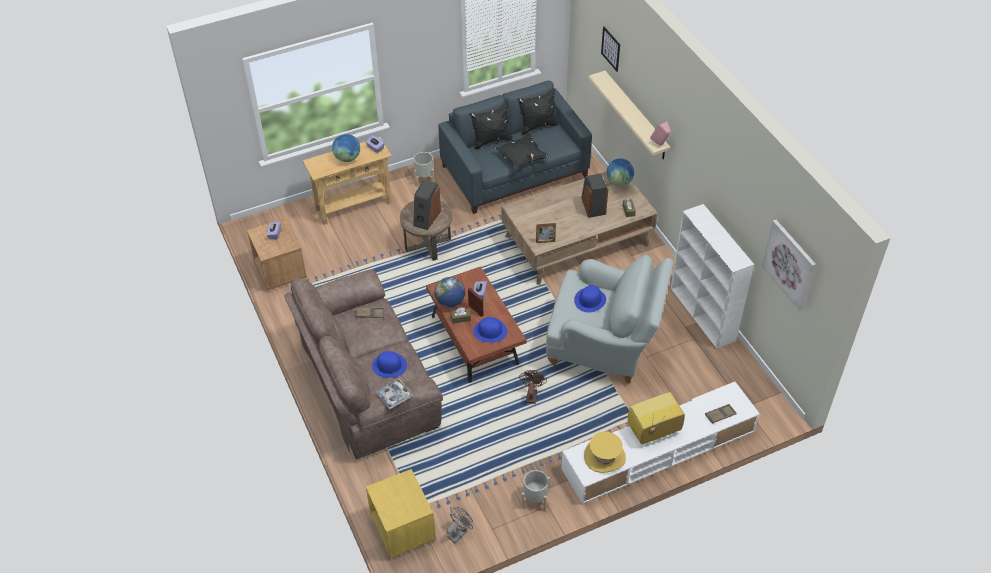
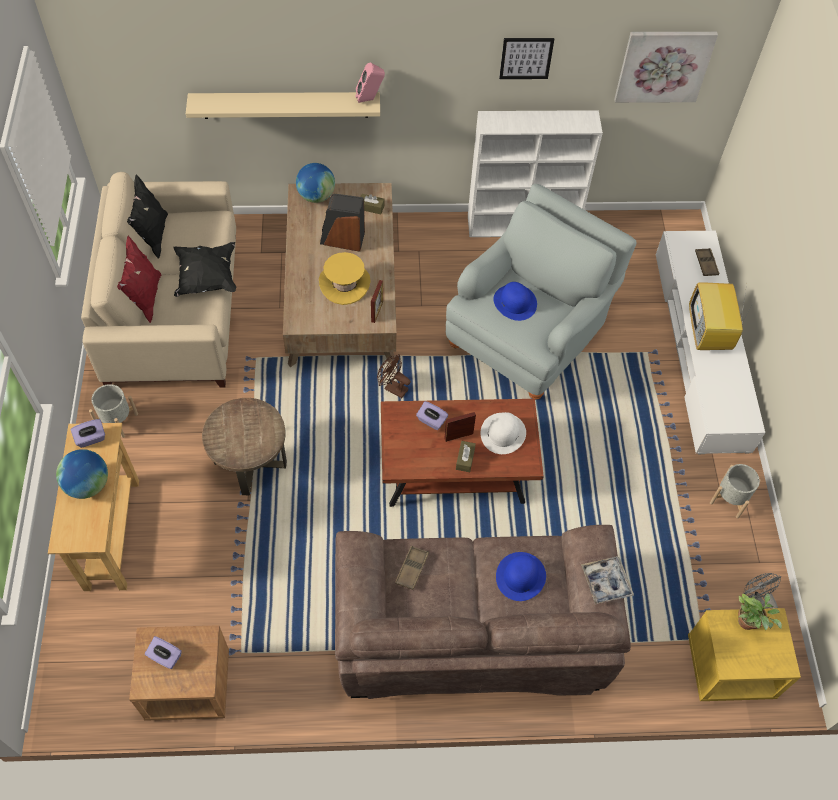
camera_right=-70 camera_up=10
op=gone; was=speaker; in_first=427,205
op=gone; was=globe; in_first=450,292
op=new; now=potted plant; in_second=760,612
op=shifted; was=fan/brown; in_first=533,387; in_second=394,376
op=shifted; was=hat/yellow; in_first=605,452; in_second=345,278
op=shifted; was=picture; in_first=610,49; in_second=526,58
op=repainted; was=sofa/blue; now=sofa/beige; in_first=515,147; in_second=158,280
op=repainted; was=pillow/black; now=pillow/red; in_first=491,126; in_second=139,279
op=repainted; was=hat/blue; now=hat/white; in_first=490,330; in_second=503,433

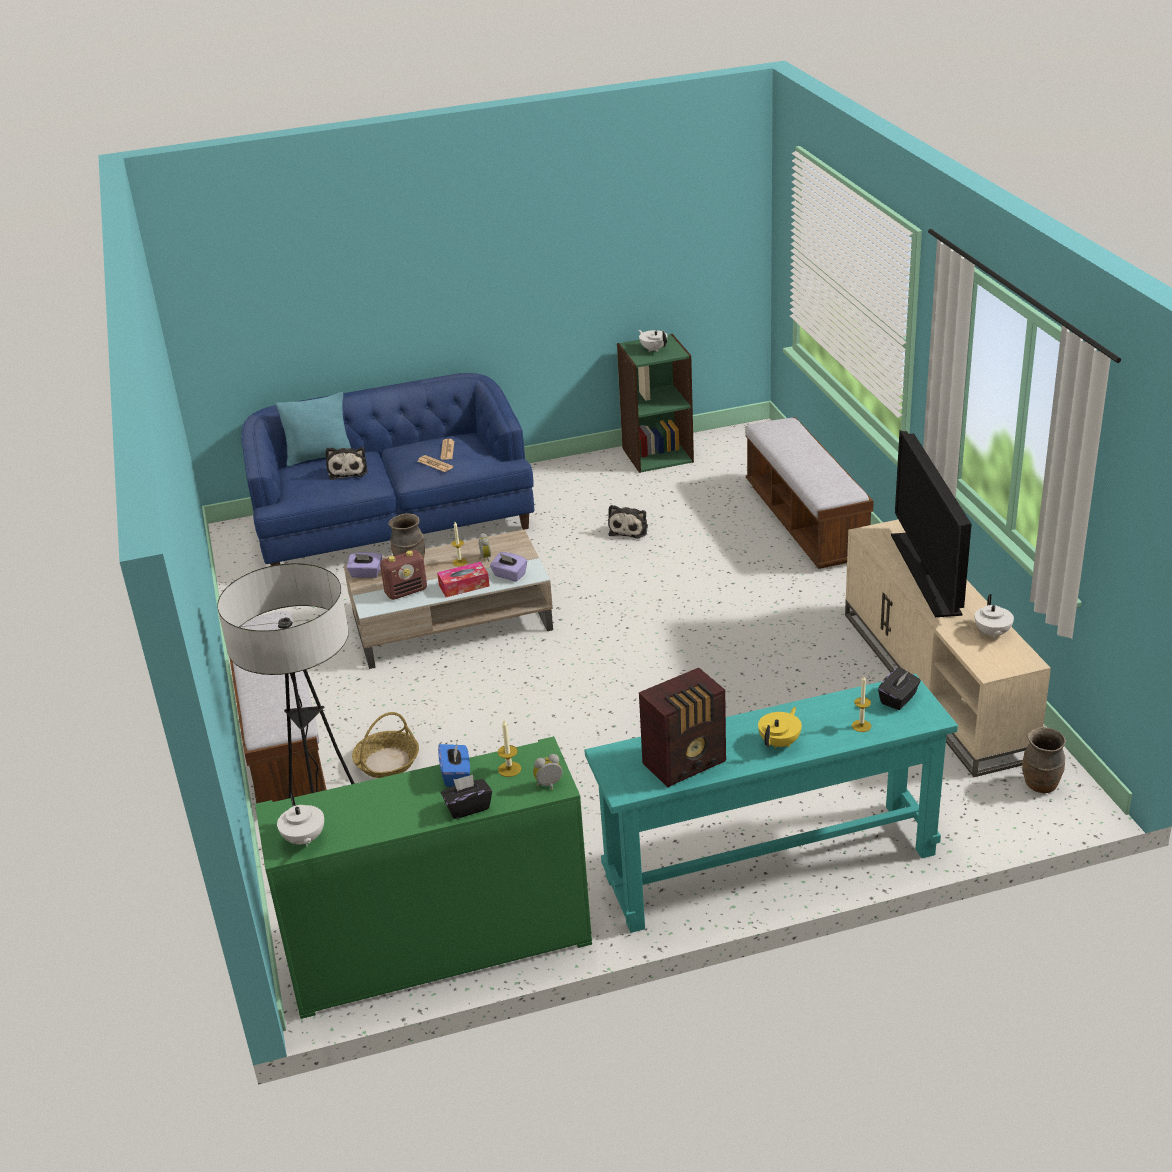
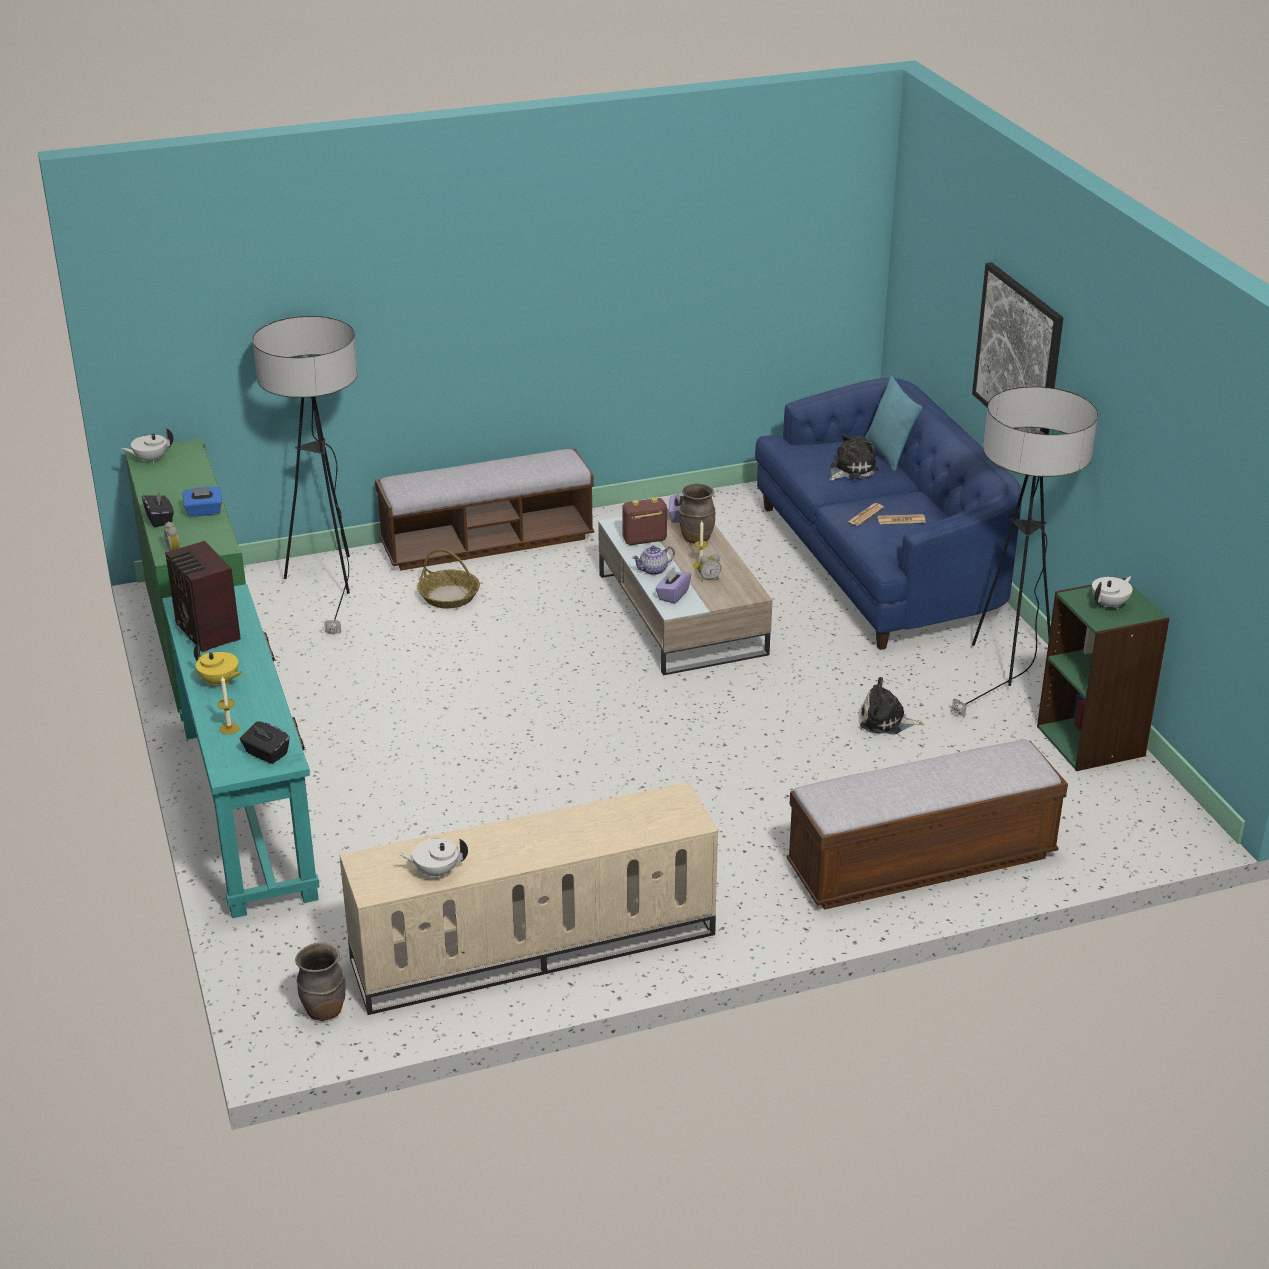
camera_right=85 camera_up=0
op=gone; was=candle; in_first=509,748
op=gone; was=television; in_first=931,523
op=new; now=floor lamp; in_second=1024,552
op=new; now=picture; in_second=1017,348
op=swapped; was=tissue box; now=teapot; in_first=463,579; in_second=653,560
op=rotated; was=plush toy; in_first=346,463; in_second=854,457; clockwise=150
op=rotated; was=radio; in_first=403,575; in_second=644,521; clockwise=105

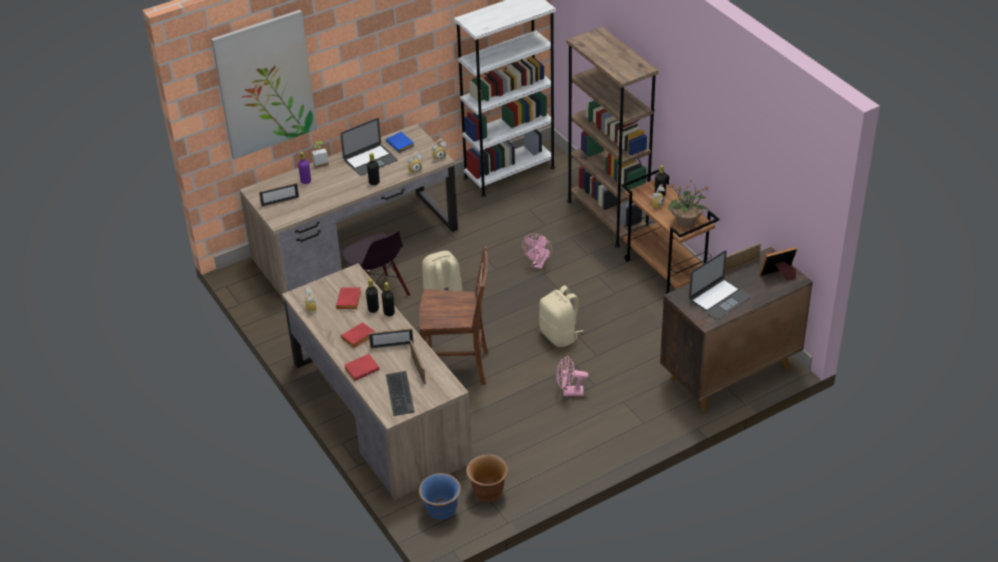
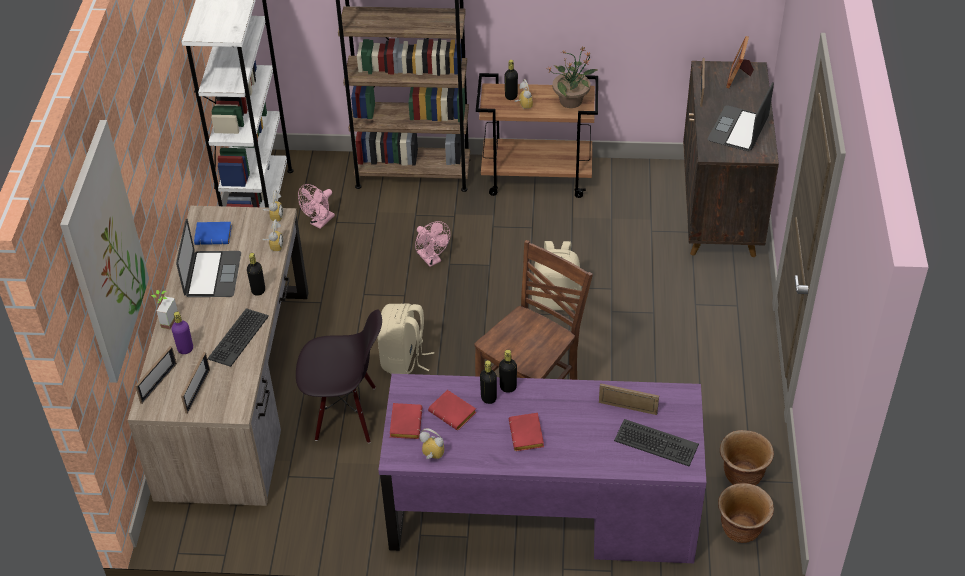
camera_right=-55 camera_up=5
op=new; now=keyboard; in_second=238,337
op=shifted; was=book/red; in_first=362,367; in_second=406,421
op=shifted; was=picture frame; in_first=391,338; in_second=156,375
op=shifted; was=fan/pink; in_first=572,375; in_second=316,206
op=repainted; was=desk/brown; now=desk/purple; in_first=377,382; in_second=542,468
op=repainted; was=planter/blue; now=planter/brown; in_first=440,496; in_second=746,513
op=rotated; was=laptop; in_first=720,284; in_second=741,116; clockwise=-150

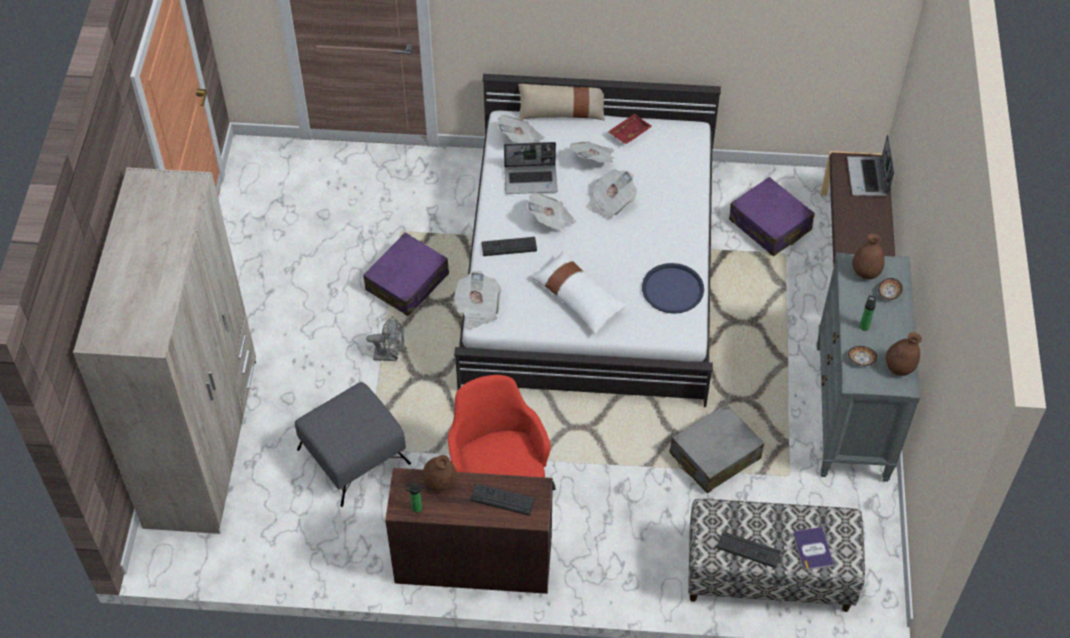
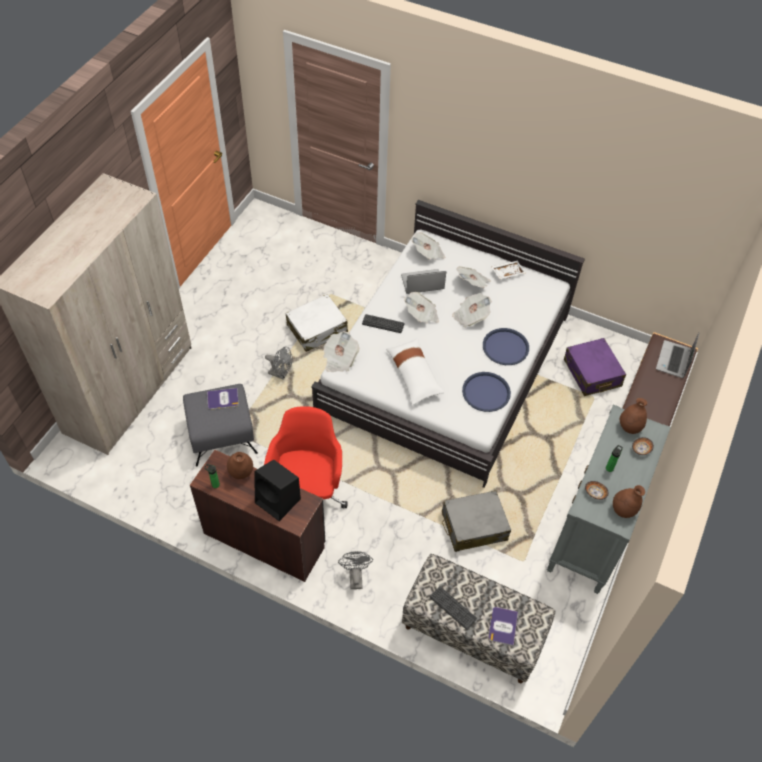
camera_right=20 camera_up=0
op=gone; was=pillow/beige; in_first=561,102
op=new; now=book; in_second=223,399
op=new; now=fan/grey; in_second=355,570
op=new; now=tray/blue; in_second=506,346
op=swapped; was=keyboard; now=speaker/black; in_first=503,499; in_second=278,490
op=repainted; was=suitcase/purple; now=suitcase/white; in_first=406,274; in_second=317,323
op=repainted; was=tray/red; now=tray/white; in_first=630,129; in_second=508,270
op=rotated; was=laptop; in_first=531,168; in_second=423,281; clockwise=150

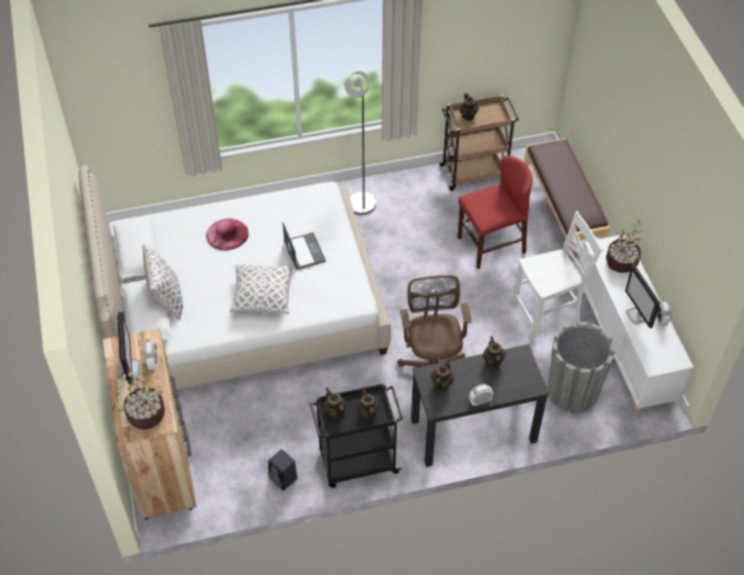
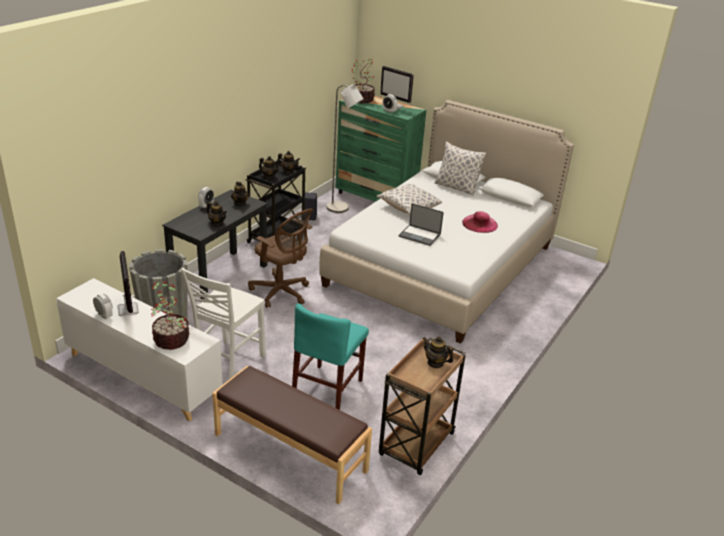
camera_right=135 camera_up=-20
op=shifted; was=floor lamp/grey; in_first=360,143; in_second=345,148
op=repainted; was=dresser/brown; now=dresser/green; in_first=149,423; in_second=380,149
op=repainted; was=chair/red; now=chair/turquoise; in_first=495,212; in_second=330,356
op=rotated; was=monitor; in_first=642,296; in_second=128,283; clockwise=45

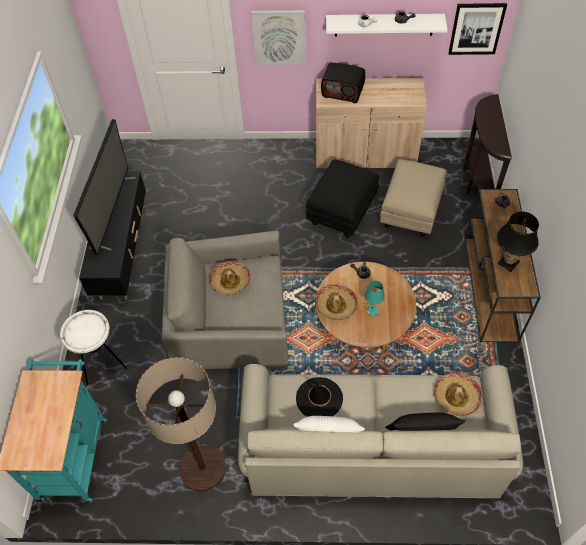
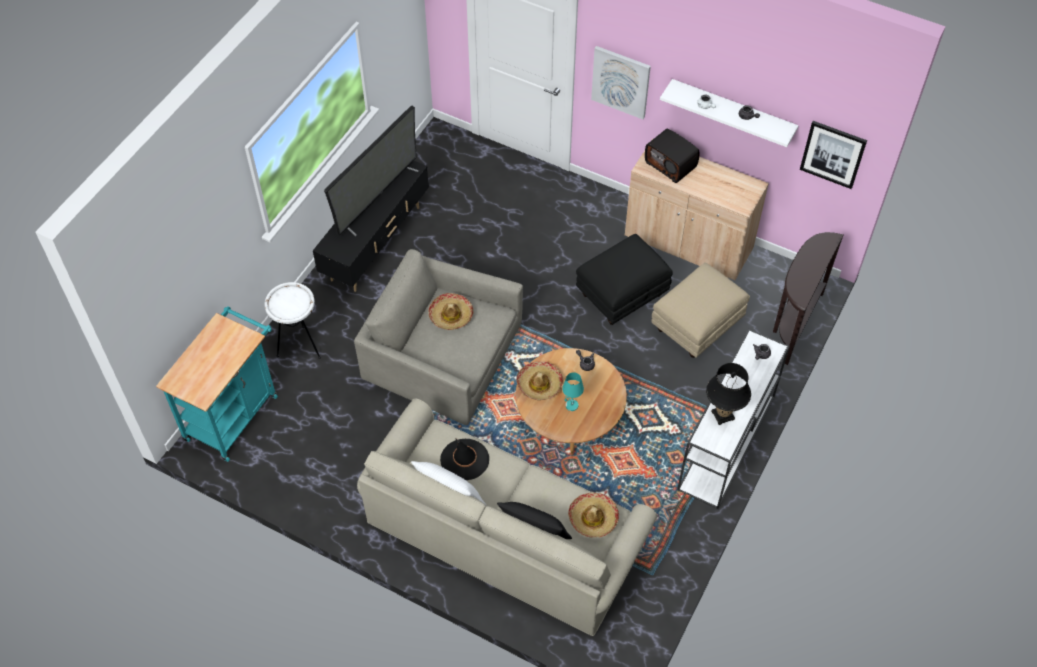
camera_right=25 camera_up=0
op=gone; was=floor lamp; in_first=181,424
op=repainted; was=console table/brown; now=console table/white; in_first=503,266; in_second=733,419

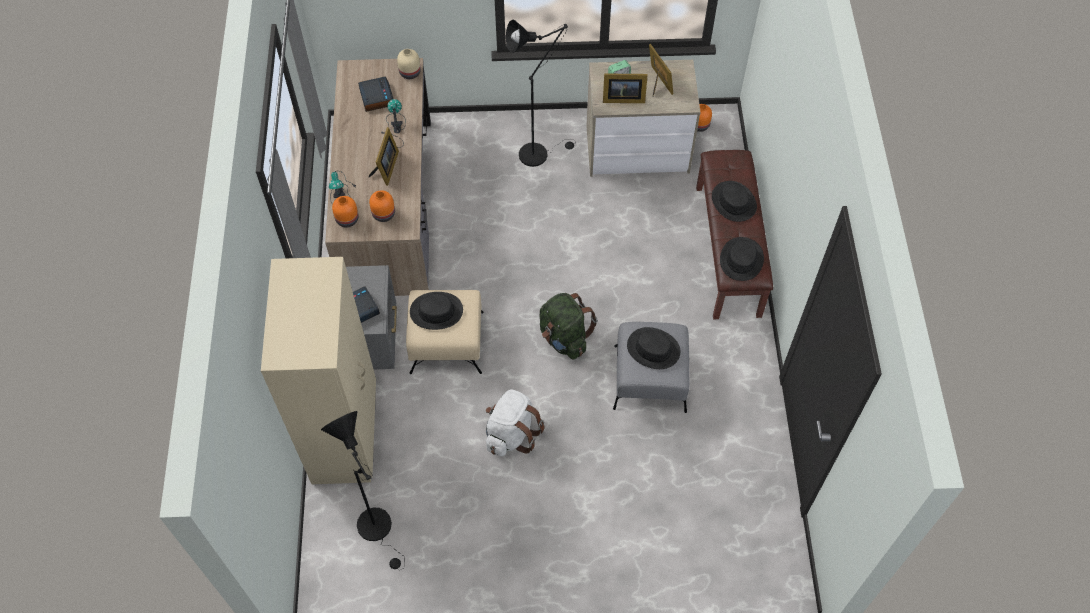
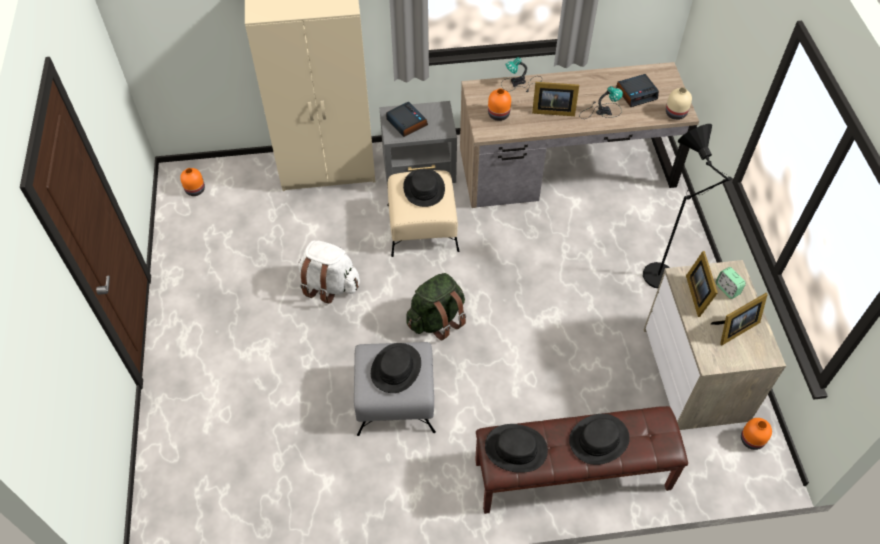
camera_right=85 camera_up=-5
op=gone; was=floor lamp/black; in_first=363,490
op=shifted; was=vase/orange; in_first=345,212; in_second=192,182

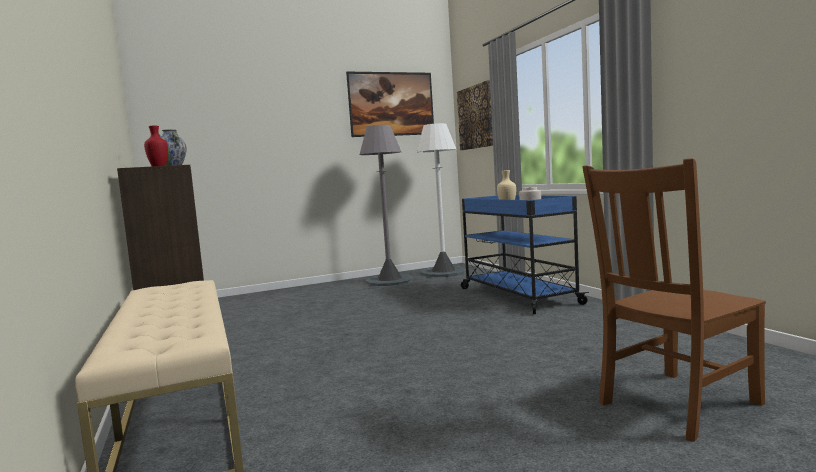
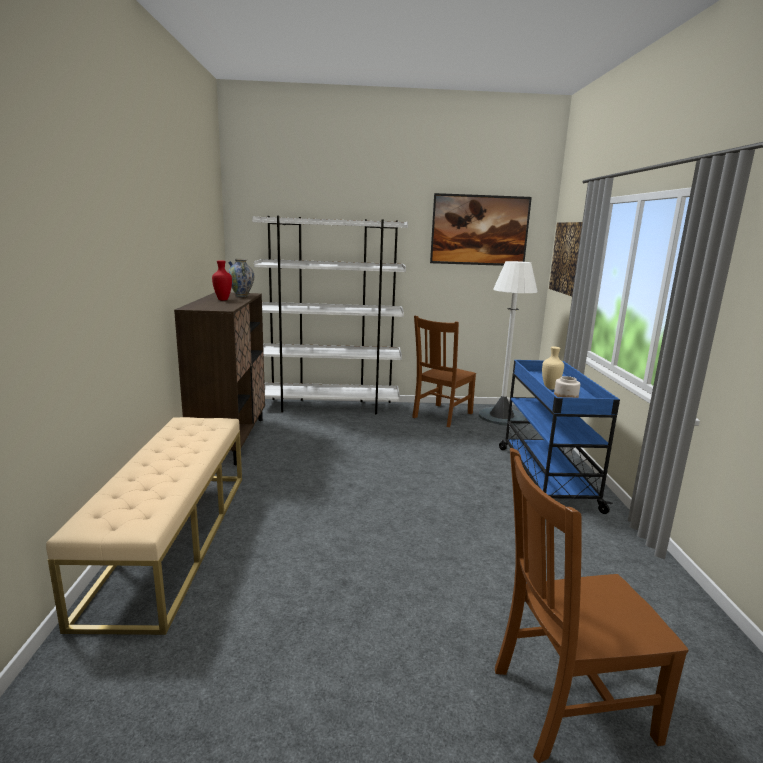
camera_right=20 camera_up=10
op=new; now=bookcase/white; in_second=330,315
op=swapped; was=floor lamp/grey; now=chair/brown; in_first=386,205; in_second=444,371

